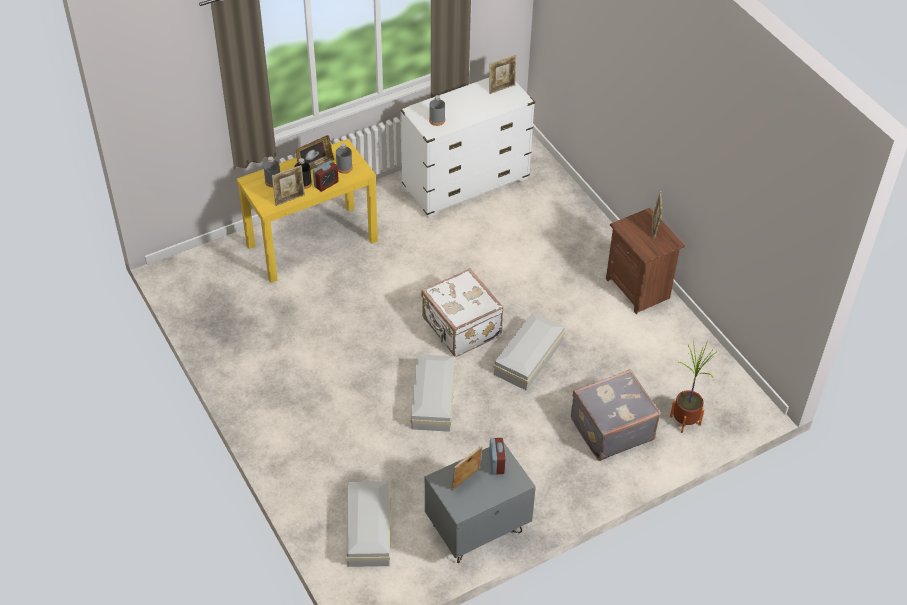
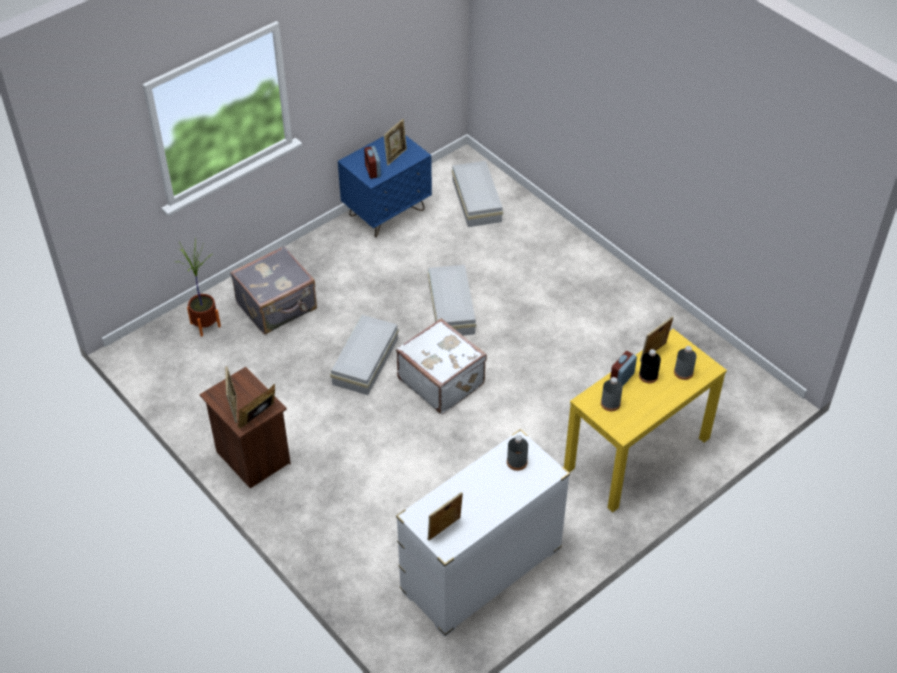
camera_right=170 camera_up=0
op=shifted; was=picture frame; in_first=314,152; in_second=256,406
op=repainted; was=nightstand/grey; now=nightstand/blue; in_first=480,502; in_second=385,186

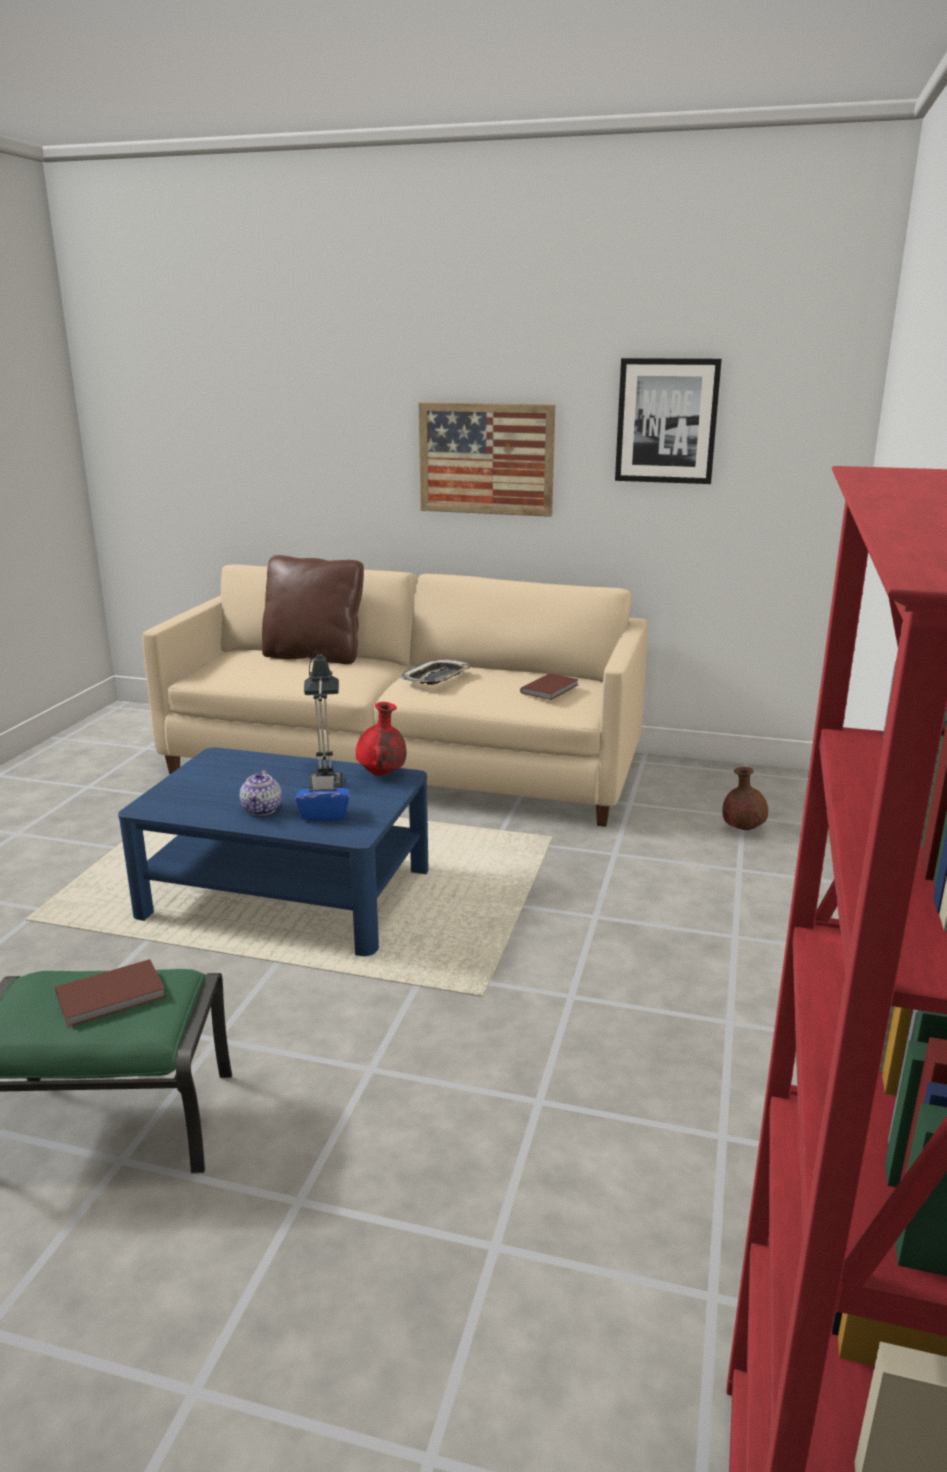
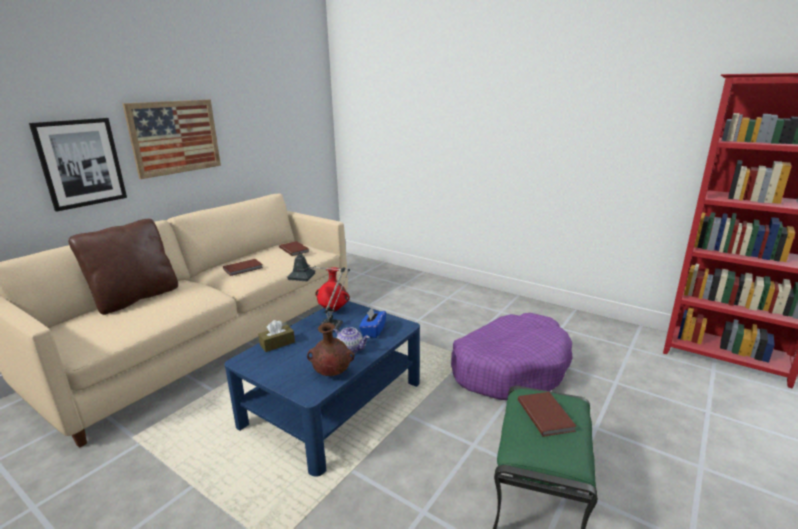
camera_right=-70 camera_up=0
op=new; now=tissue box/brown; in_second=276,336
op=new; now=dog bed/purple; in_second=512,356
op=shifted; was=picture; in_first=668,421; in_second=78,165
op=shifted; was=vase/brown; in_first=745,798; in_second=330,349
op=swapped; was=tray; now=book/brown; in_first=436,672; in_second=243,267

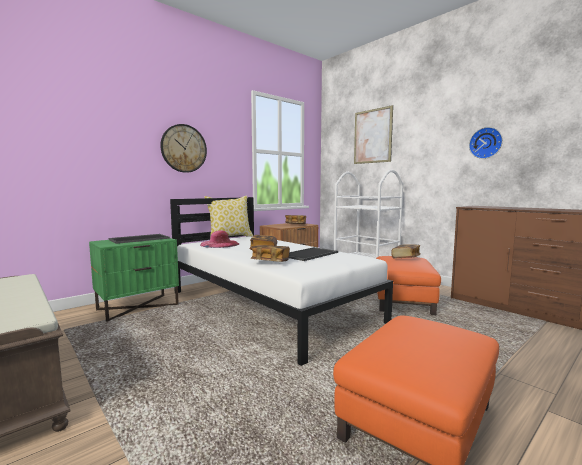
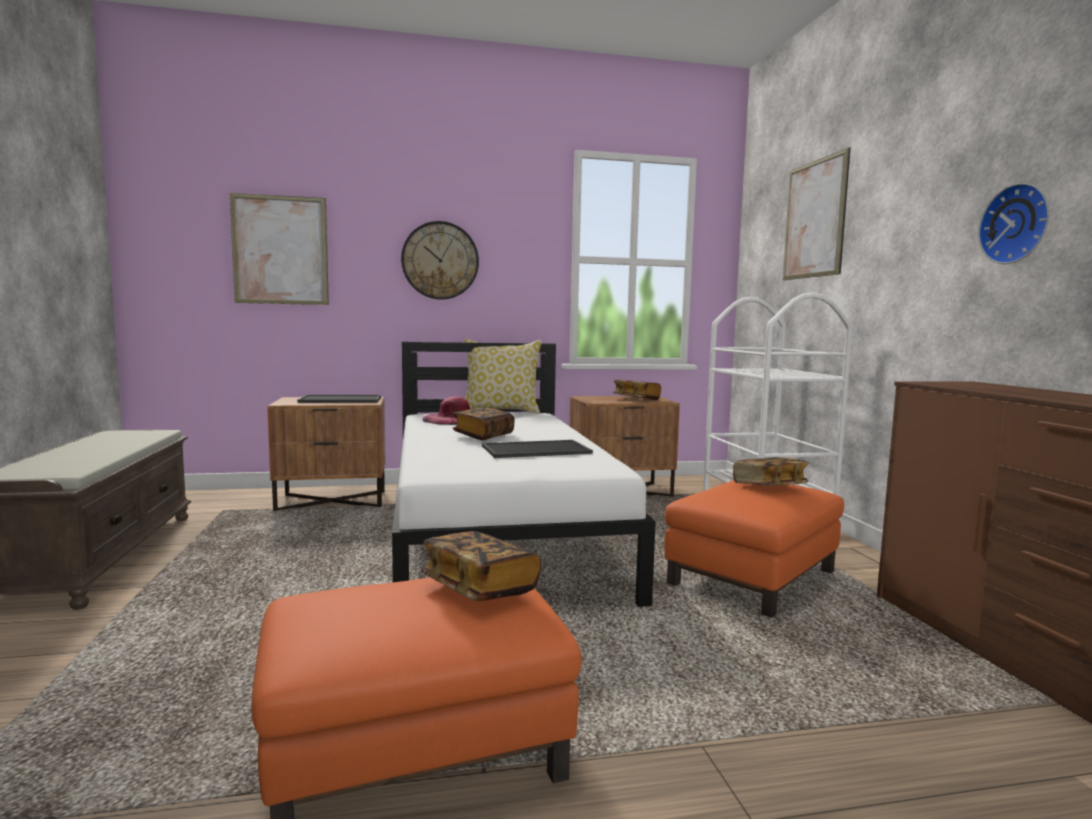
camera_right=30 camera_up=0
op=new; now=picture; in_second=279,249
op=shifted; was=book; in_first=270,253; in_second=481,566
op=repainted; was=nightstand/green; now=nightstand/brown; in_first=134,280; in_second=326,454

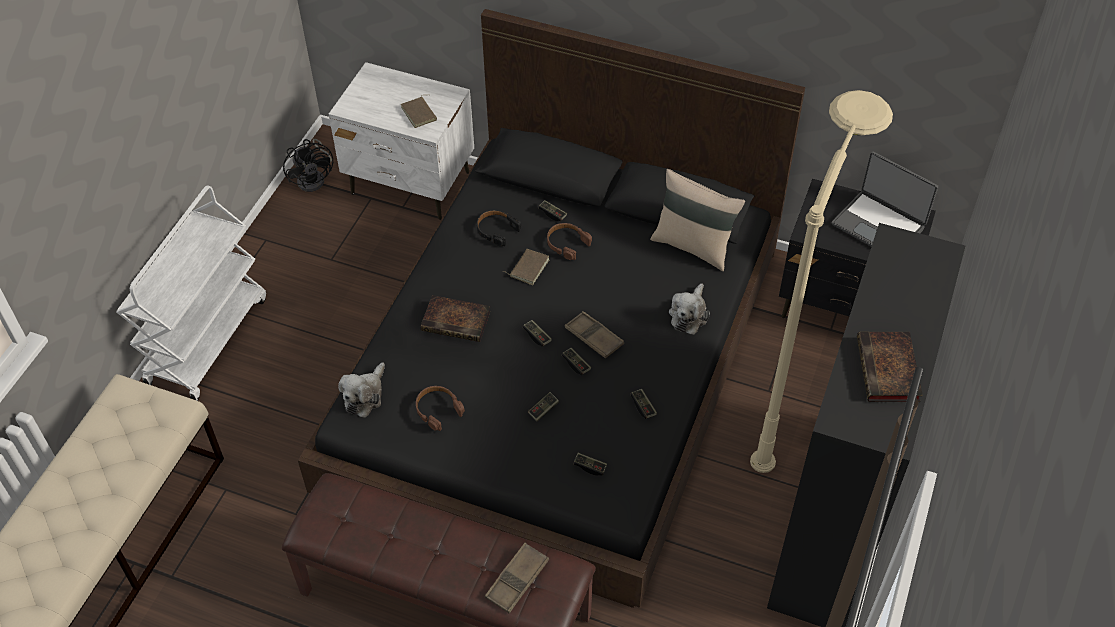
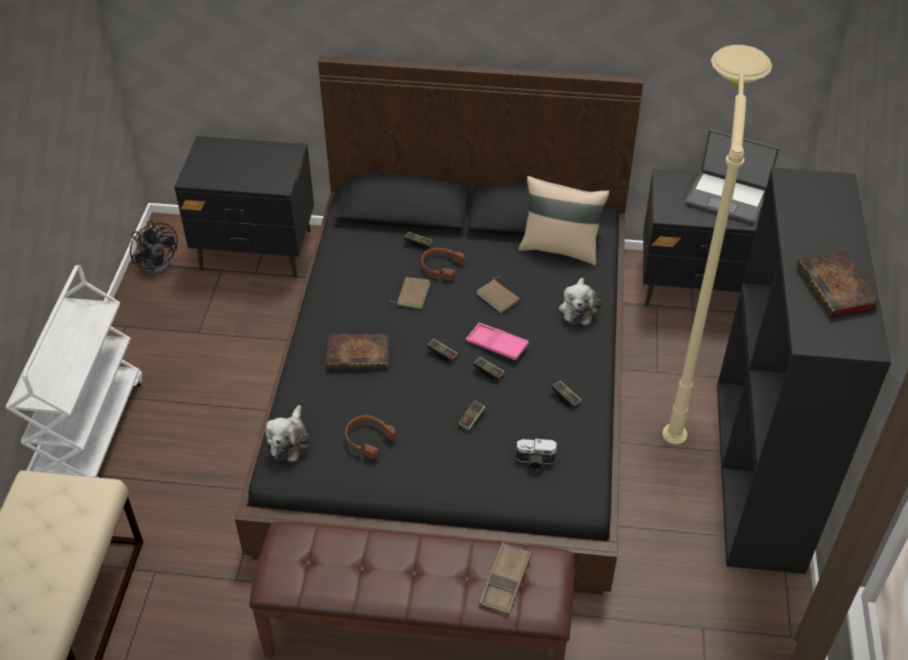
camera_right=-15 camera_up=-5
op=gone; was=headphones/black; in_first=499,228
op=shifted; was=book/brown; in_first=419,111; in_second=498,294
op=swapped; was=game controller; now=photo camera; in_first=590,464; in_second=536,455
op=repainted; was=nightstand/white; now=nightstand/black; in_first=401,141; in_second=244,207
op=repainted; was=tray/brown; now=tray/pink; in_first=594,335; in_second=497,341

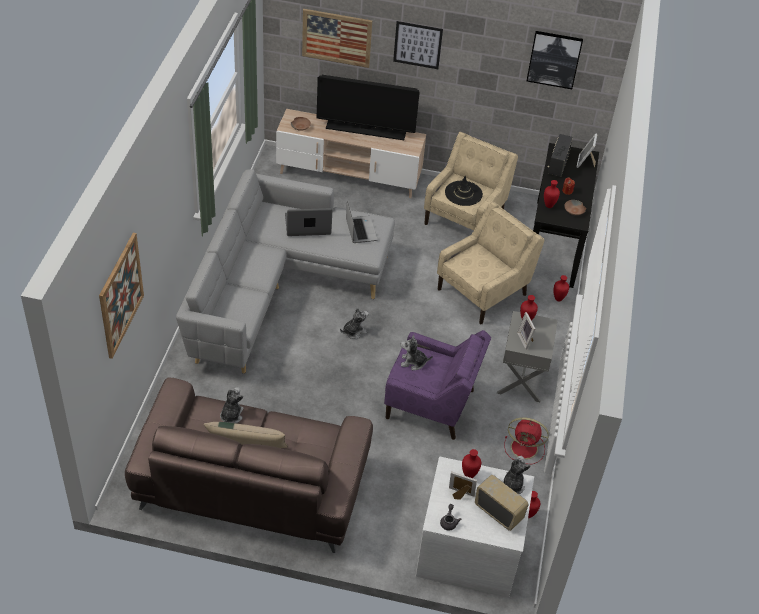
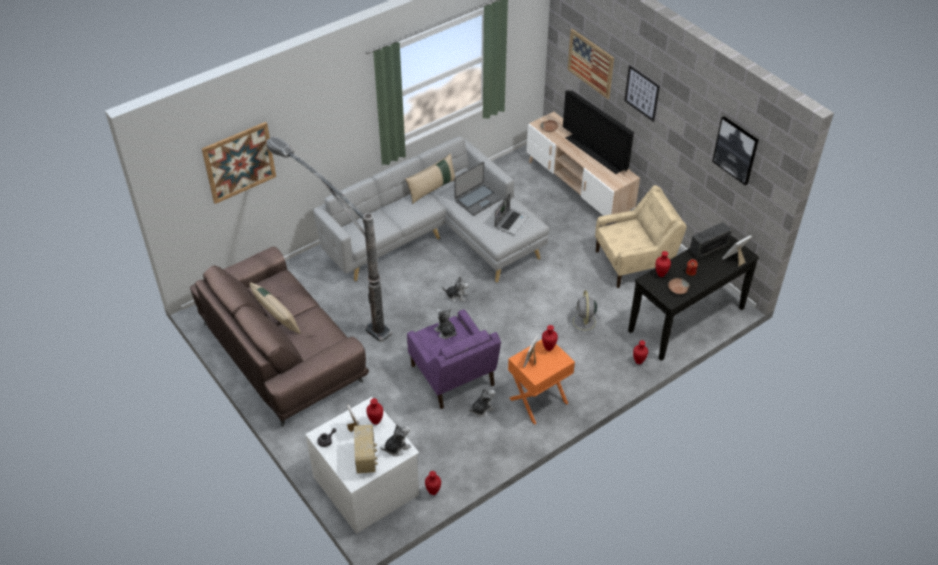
camera_right=45 camera_up=0
op=gone; was=hat/black; in_first=464,191
op=gone; was=fan/red; in_first=526,440
op=new; now=floor lamp; in_second=329,239
op=new; now=pillow/beige; in_second=430,178
op=shifted; was=plush toy; in_first=232,405; in_second=482,402
op=swapped; was=armchair/beige; now=fan/grey; in_first=490,263; in_second=584,313
op=repainted; was=nightstand/grey; now=nightstand/orange; in_first=527,357; in_second=541,382
op=rotated; was=laptop; in_first=308,222; in_second=478,188; clockwise=105

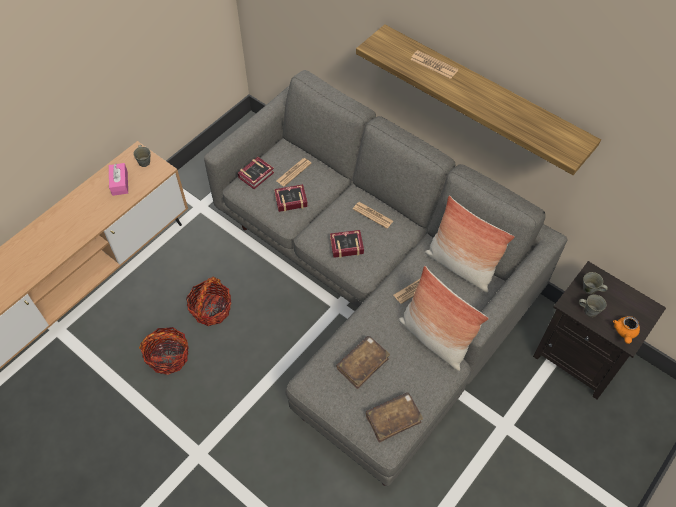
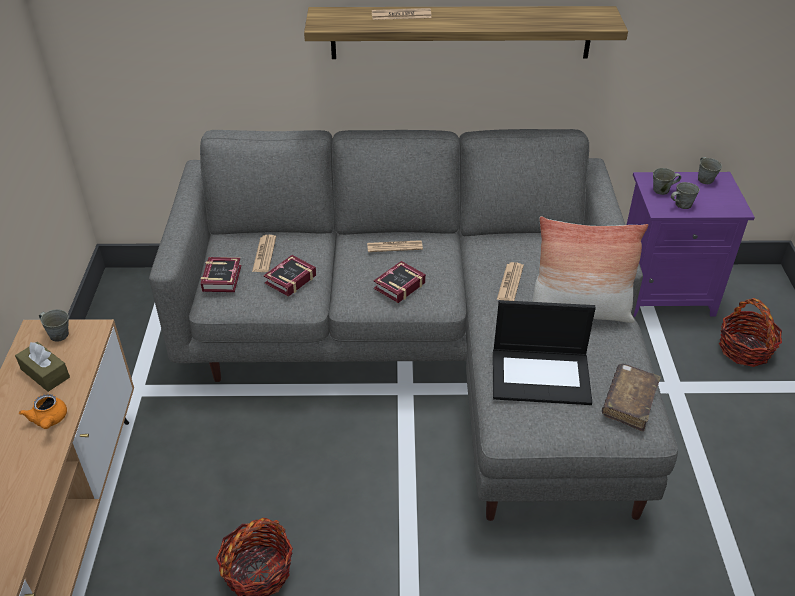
camera_right=-40 camera_up=-15
op=gone; was=pillow; in_first=470,244
op=new; now=mug/grey; in_second=710,170
op=shifted; was=basket; in_first=208,301; in_second=750,332
op=shifted; was=teapot/orange; in_first=626,330; in_second=43,411
op=swapped; was=book/brown; now=laptop; in_first=363,362; in_second=544,352
op=repainted; was=tissue box/pink; now=tissue box/brown; in_first=118,179; in_second=42,367
op=repainted; was=nightstand/black; now=nightstand/purple; in_first=599,330; in_second=691,244

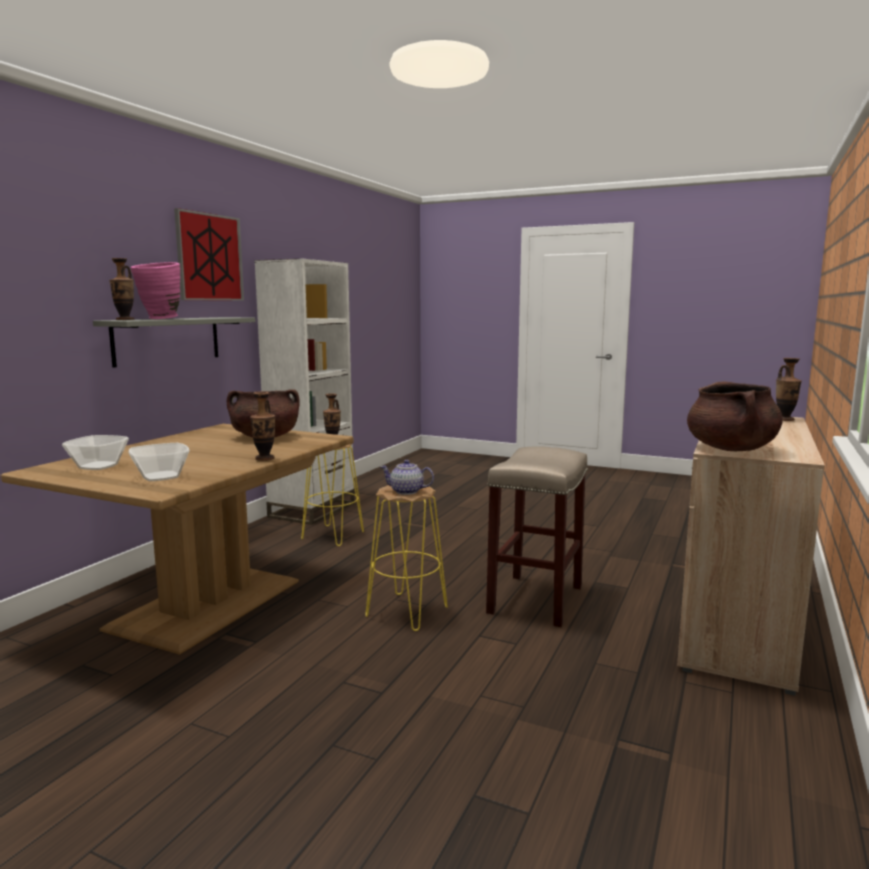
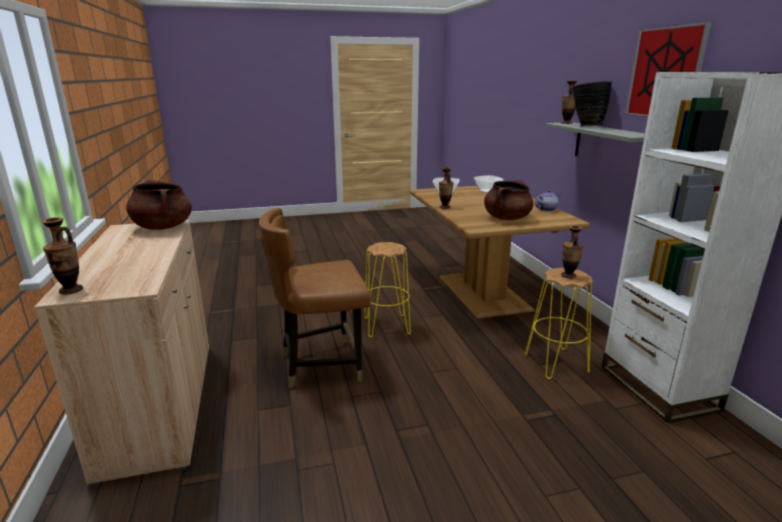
camera_right=140 camera_up=10
op=shifted; was=teapot; in_first=407,477; in_second=548,200
op=swapped; was=stool/beige; now=chair/brown; in_first=537,536; in_second=315,298
op=repainted; was=vase/pink; now=vase/black; in_first=155,290; in_second=592,103

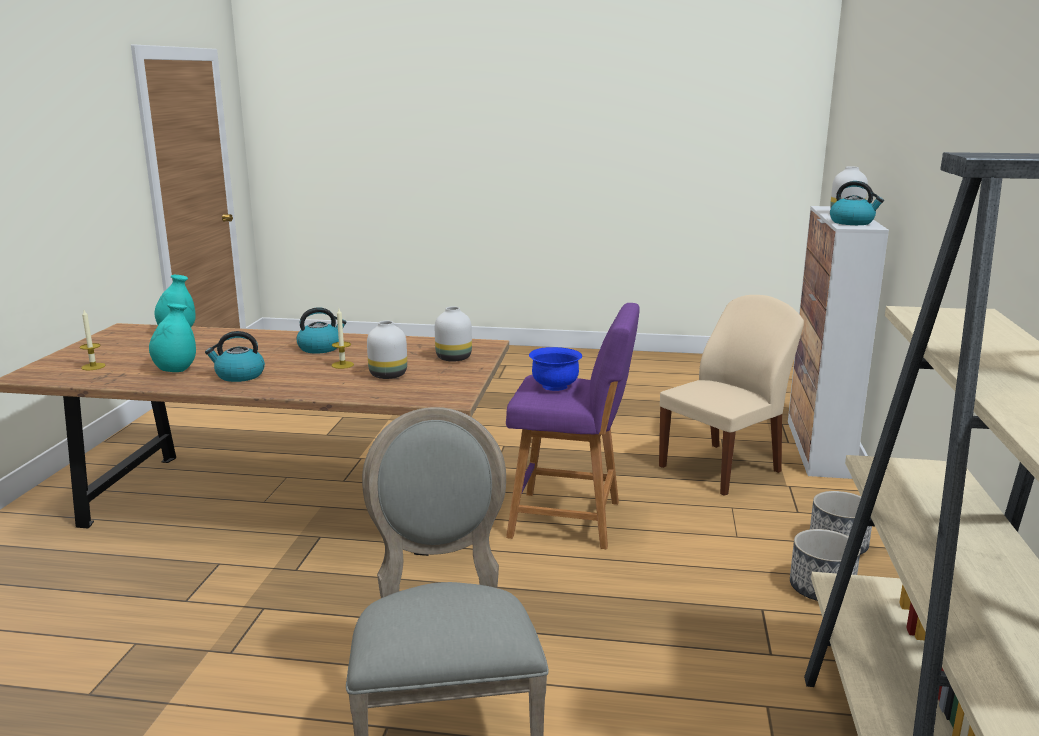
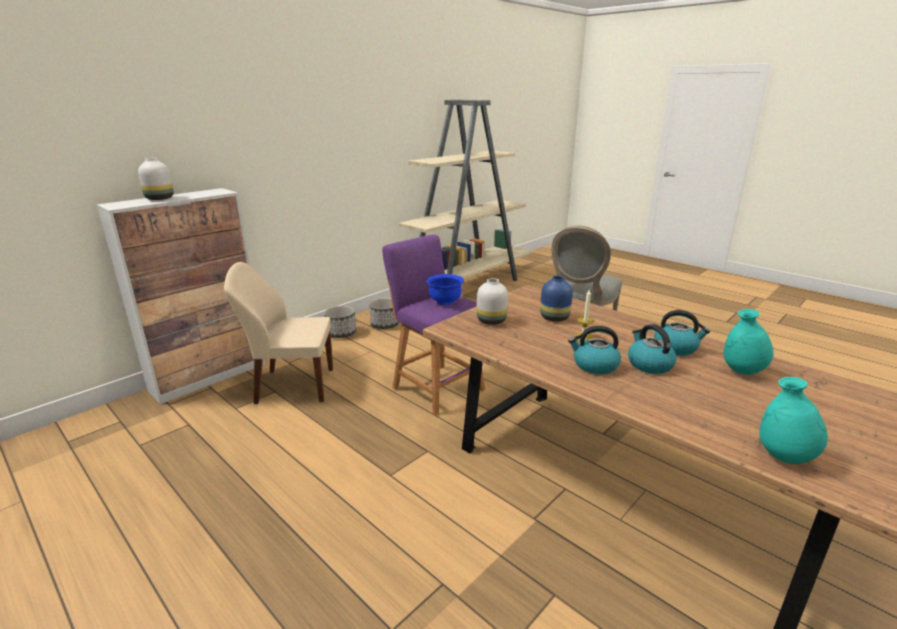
camera_right=-145 camera_up=5
op=gone; was=candle; in_first=92,340
op=shifted; was=kettle; in_first=857,203; in_second=652,349
op=repainted; was=vase/white; now=vase/blue; in_first=387,350; in_second=556,299

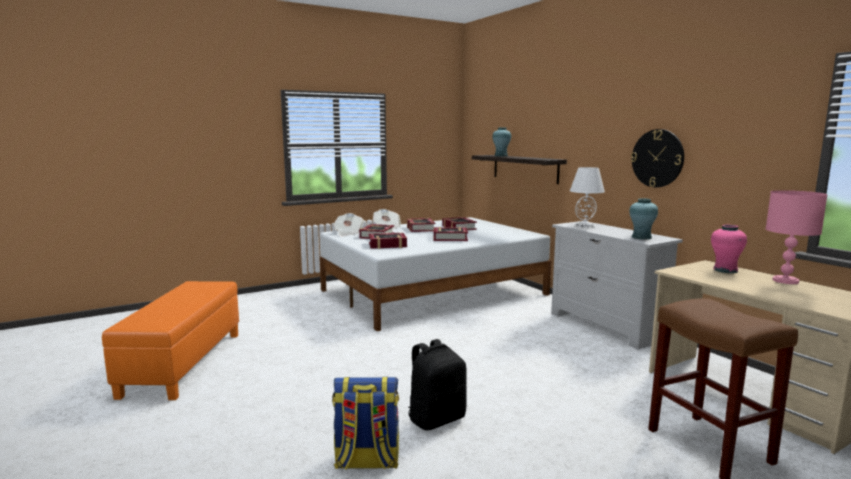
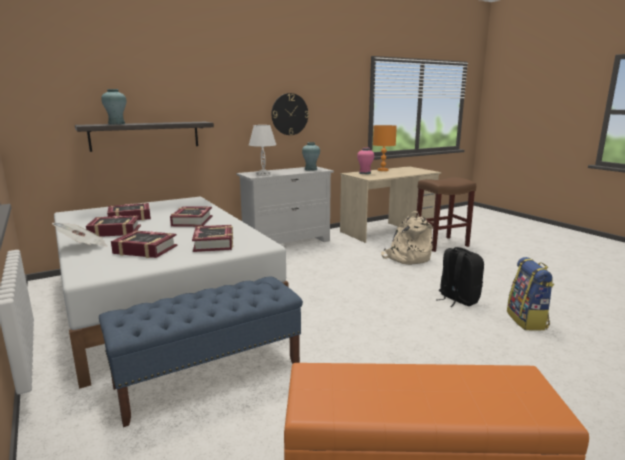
camera_right=-90 camera_up=5
op=gone; was=newspaper; in_first=348,224
op=new; now=bench/blue; in_second=201,351
op=new; now=backpack/beige; in_second=407,238
op=repainted; was=table lamp/pink; now=table lamp/orange; in_first=797,237; in_second=385,148

